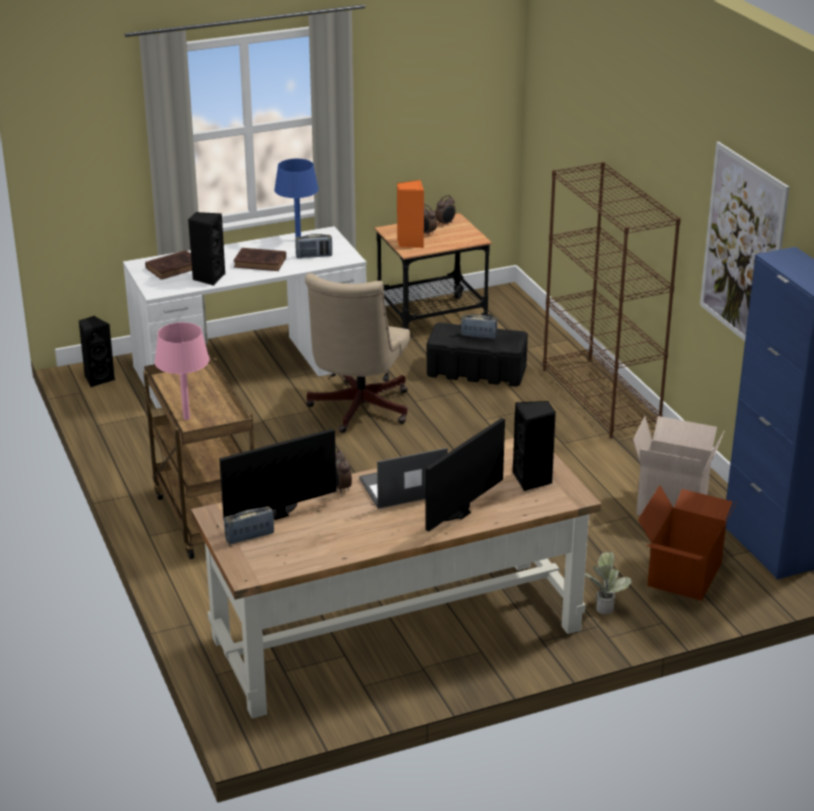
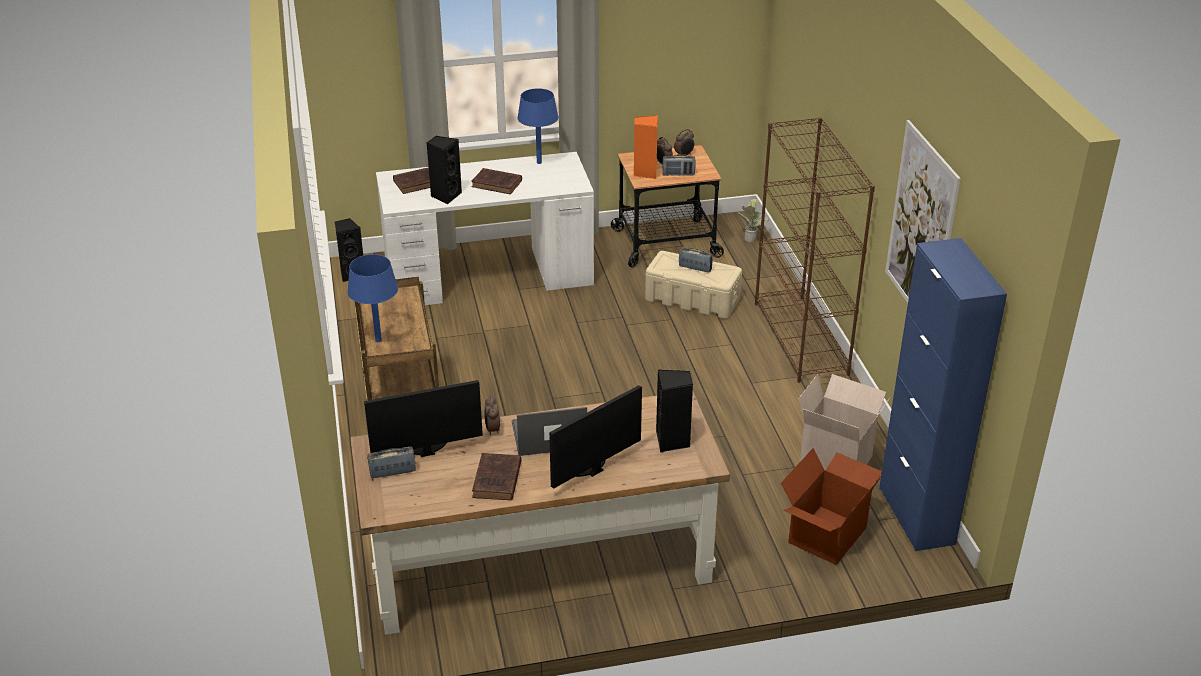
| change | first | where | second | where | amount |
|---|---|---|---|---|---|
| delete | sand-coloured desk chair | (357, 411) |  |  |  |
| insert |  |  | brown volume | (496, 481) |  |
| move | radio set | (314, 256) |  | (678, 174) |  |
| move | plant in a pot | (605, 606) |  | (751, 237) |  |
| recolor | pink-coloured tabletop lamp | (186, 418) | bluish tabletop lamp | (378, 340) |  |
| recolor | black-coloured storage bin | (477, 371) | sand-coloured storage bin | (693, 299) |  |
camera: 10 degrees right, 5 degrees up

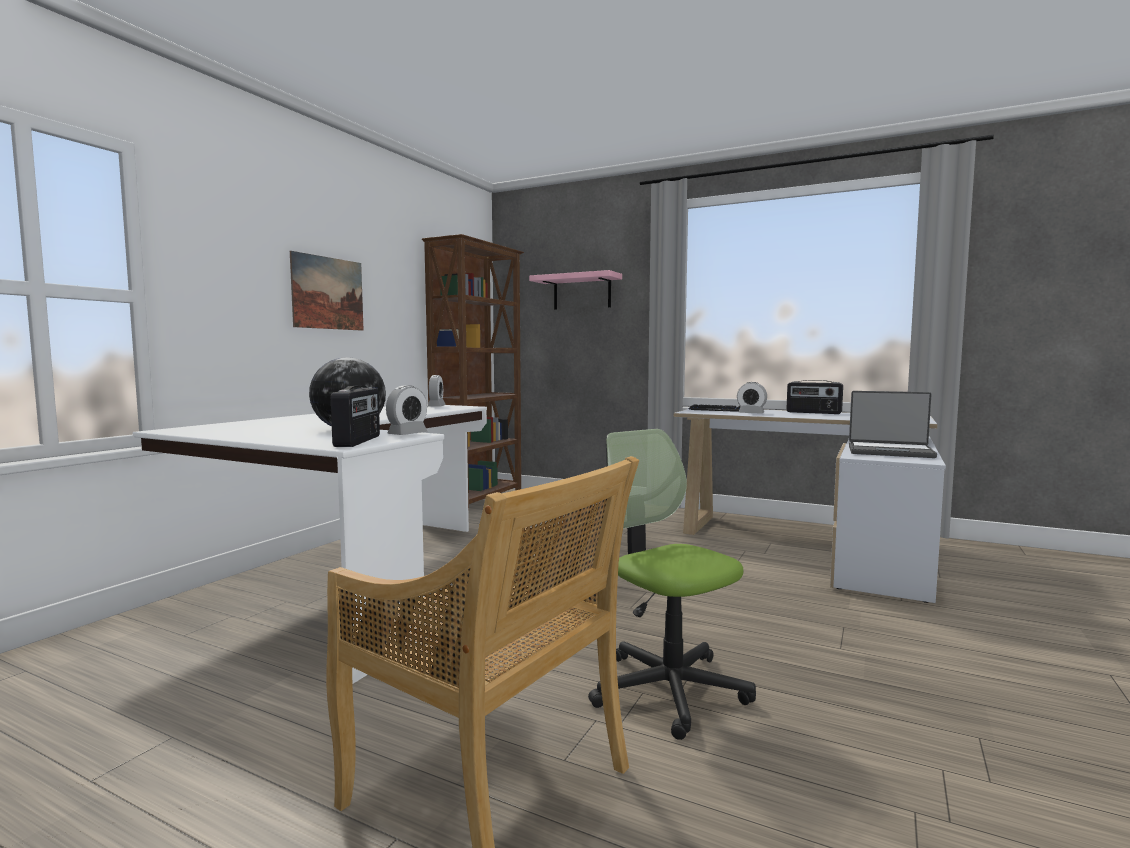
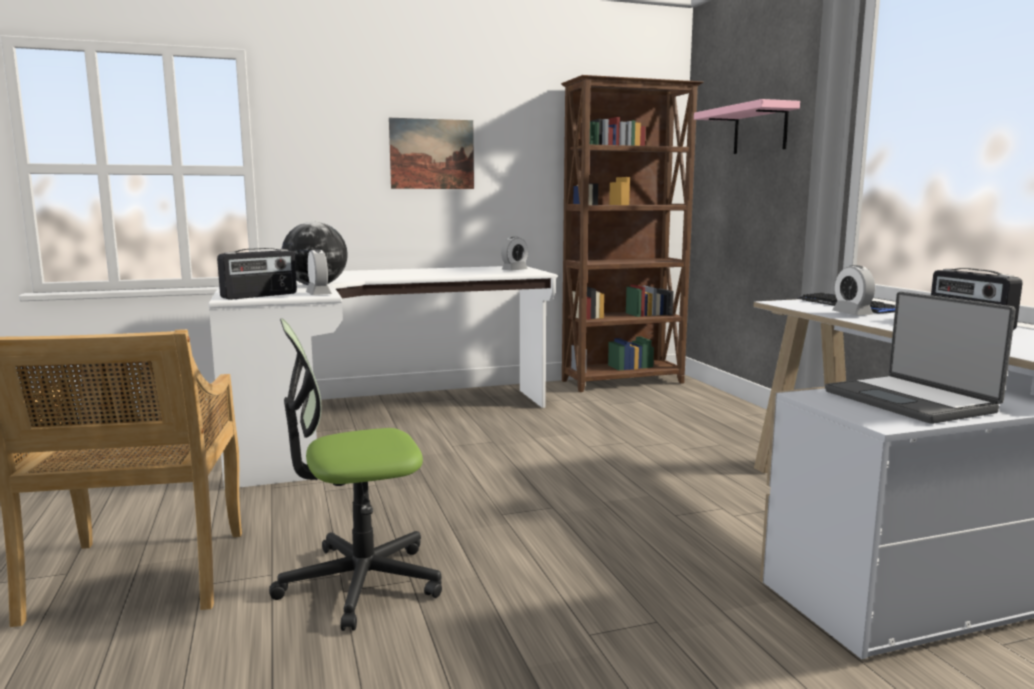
| change | first | where | second | where | amount |
|---|---|---|---|---|---|
| rotate | bedside clock | (407, 434) |  | (318, 294) | 105 degrees counterclockwise |
| rotate | desk chair | (668, 689) |  | (360, 583) | 120 degrees counterclockwise |
camera: 45 degrees right, 5 degrees up

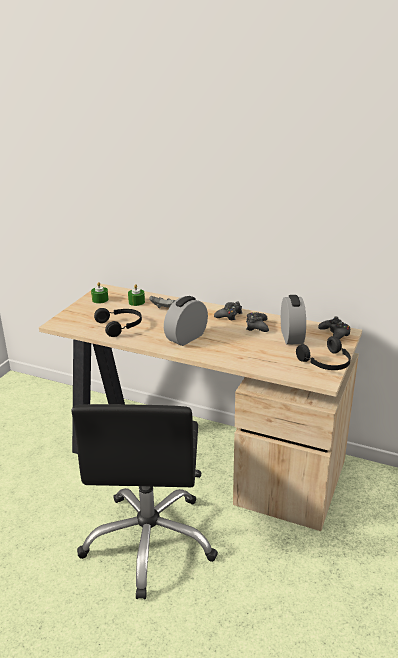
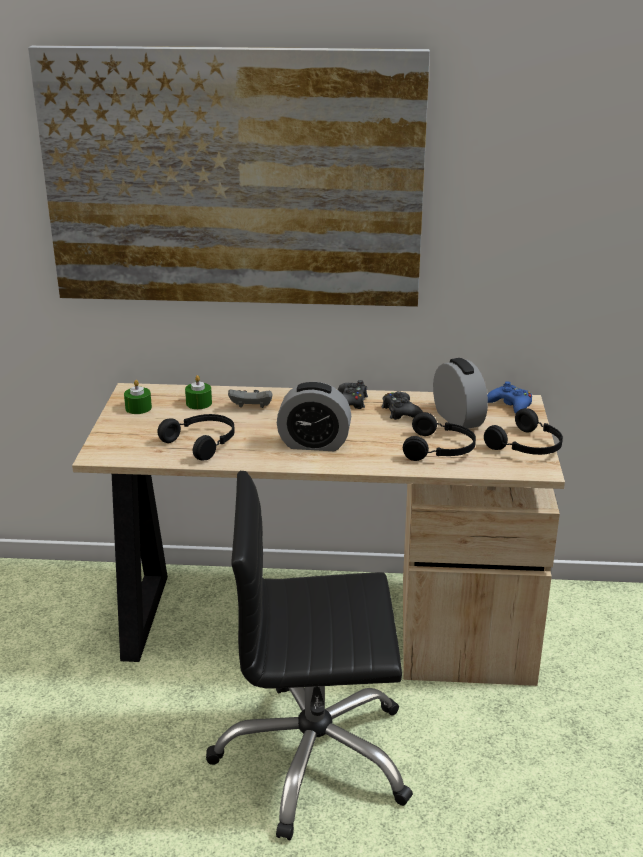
| change | first | where | second | where | amount |
|---|---|---|---|---|---|
| insert |  |  | wall picture | (233, 179) |  |
| insert |  |  | black-coloured headset | (440, 449) |  |
| recolor | black-coloured gamepad | (335, 333) | bluish gamepad | (510, 405) |  |
| rotate | black-coloured desk chair | (150, 540) |  | (314, 757) | 105 degrees clockwise |
| rotate | bedside clock | (186, 338) |  | (314, 444) | 105 degrees counterclockwise |
camera: 20 degrees left, 0 degrees up

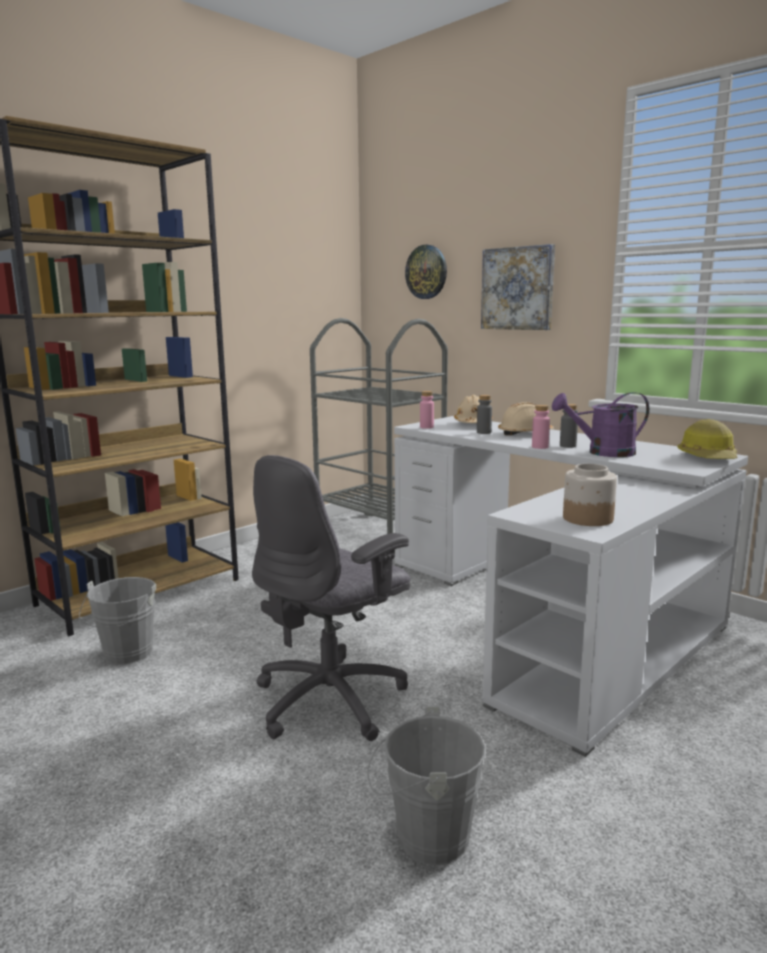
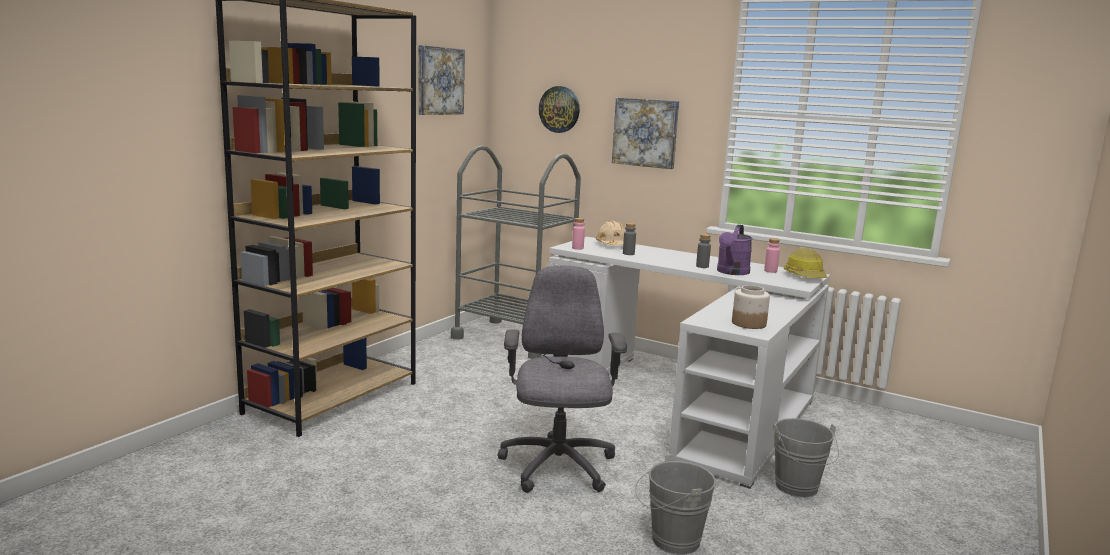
| change | first | where | second | where | amount |
|---|---|---|---|---|---|
| delete | sand-coloured work helmet | (524, 433) |  |  |  |
| insert |  |  | wall picture | (439, 81) |  |
| move | gray bucket | (126, 655) |  | (798, 489) |  |
| move | pink-coloured beverage bottle | (540, 447) |  | (770, 271) |  |
| rotate | gray desk chair | (332, 699) |  | (557, 467) | 150 degrees clockwise |
| rotate | purple-coloured watering pot | (603, 453) |  | (731, 272) | 45 degrees counterclockwise |
camera: 15 degrees left, 0 degrees up

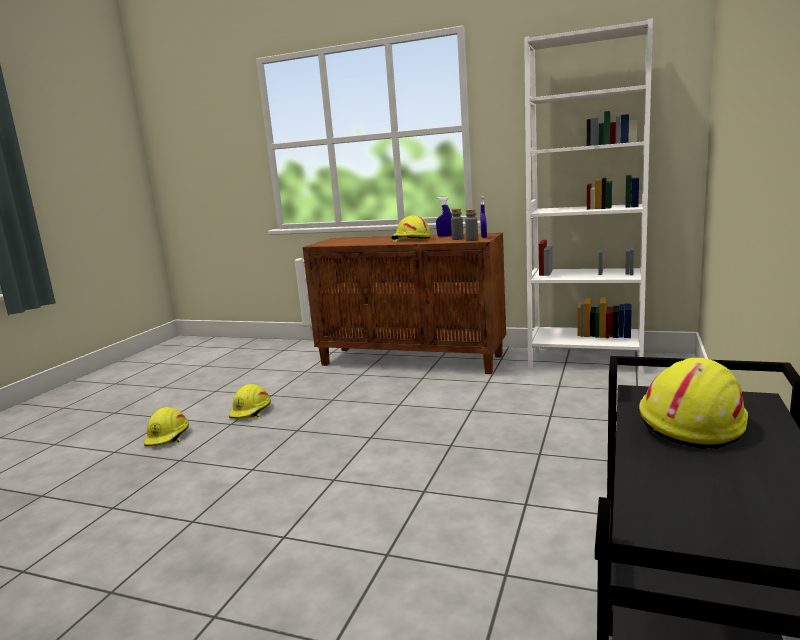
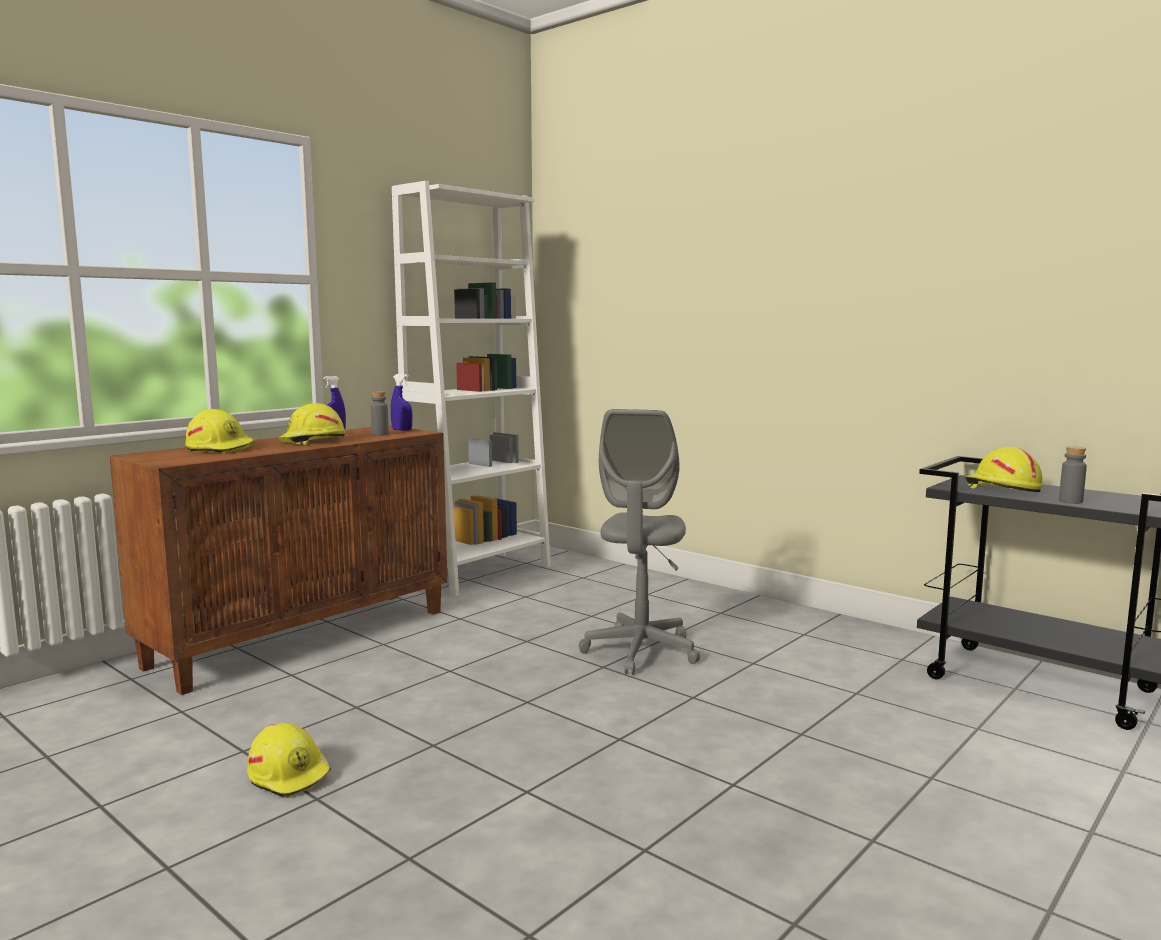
| change | first | where | second | where | amount |
|---|---|---|---|---|---|
| insert |  |  | gray desk chair | (641, 651) |  |
| move | yellow-coloured work helmet | (168, 437) |  | (221, 448) |  |
| move | gray beverage bottle | (472, 240) |  | (1070, 501) |  |
camera: 70 degrees left, 5 degrees down

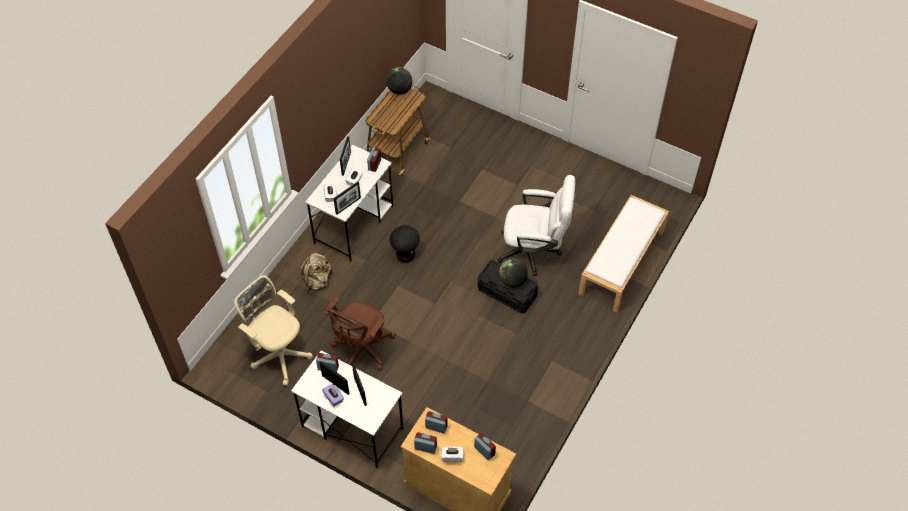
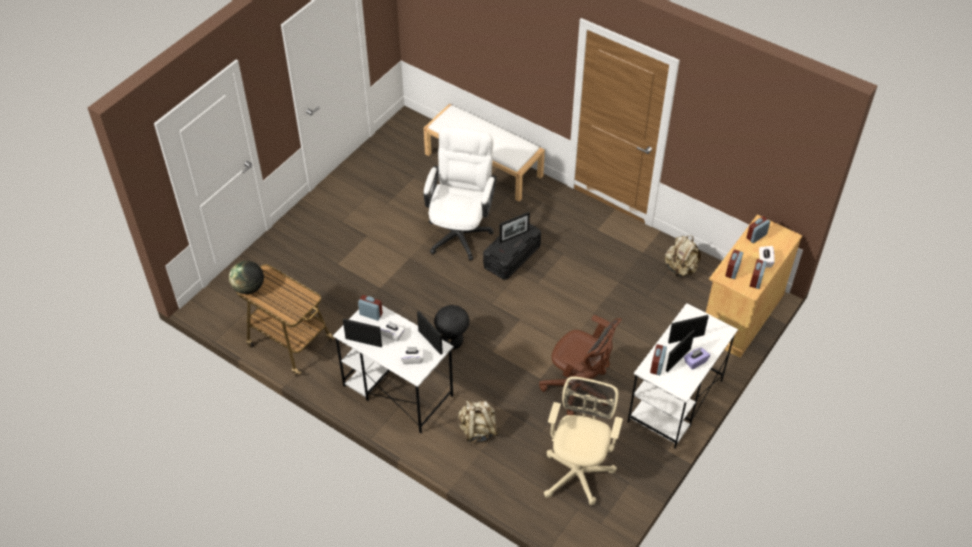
| change | first | where | second | where | amount |
|---|---|---|---|---|---|
| insert |  |  | sand-coloured knapsack | (680, 269) |  |
| replace | world globe | (512, 281) | photo frame | (514, 236) |  |
| rotate | sand-coloured desk chair | (279, 354) |  | (578, 471) | 150 degrees clockwise |
camera: 85 degrees left, 5 degrees down

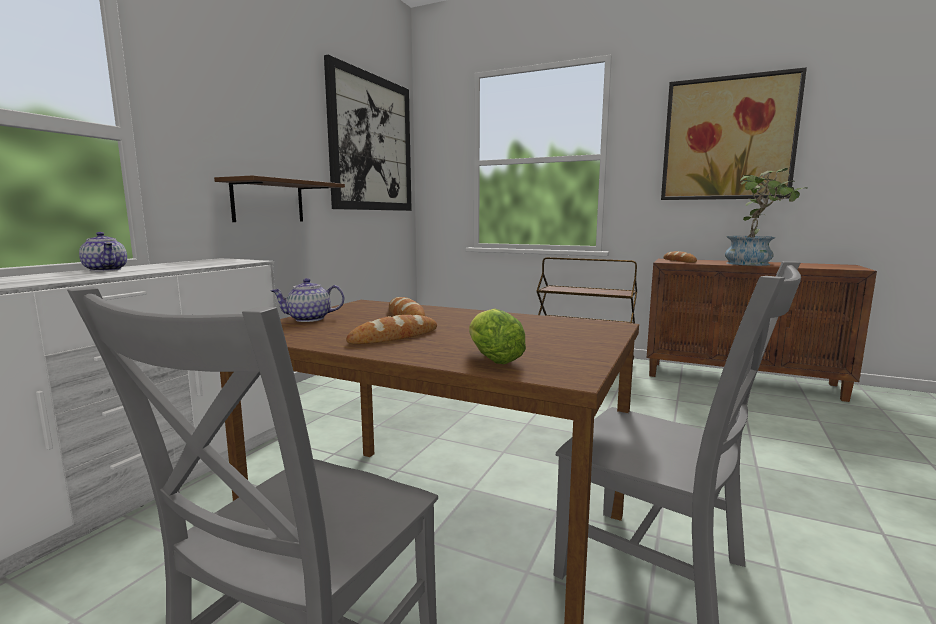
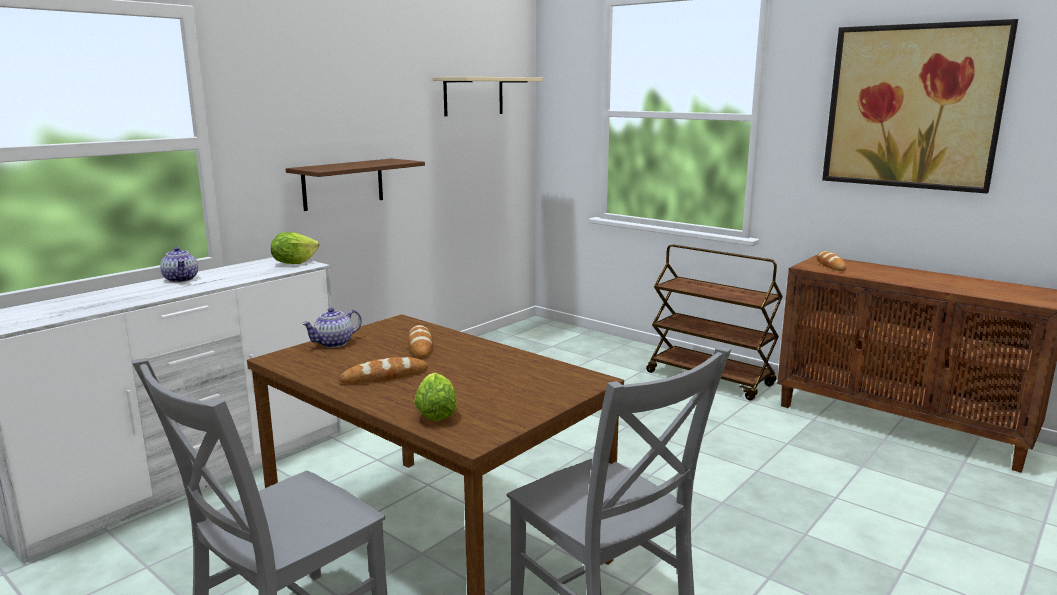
| change | first | where | second | where | amount |
|---|---|---|---|---|---|
| delete | plant in a pot | (755, 264) |  |  |  |
| insert |  |  | lettuce | (294, 263) |  |
| replace | wall picture | (371, 144) | sand-coloured bracket shelf | (473, 96) |  |
| rotate | teapot | (309, 319) |  | (334, 343) | 45 degrees counterclockwise |
camera: 15 degrees right, 5 degrees up

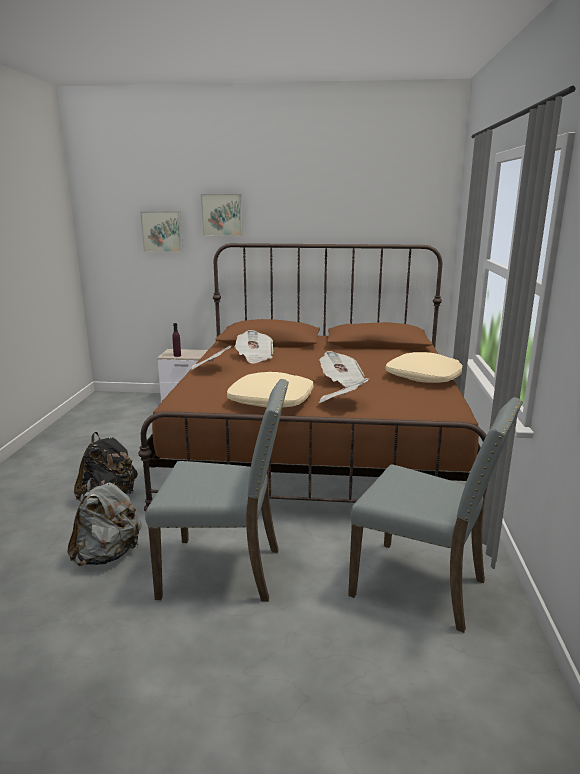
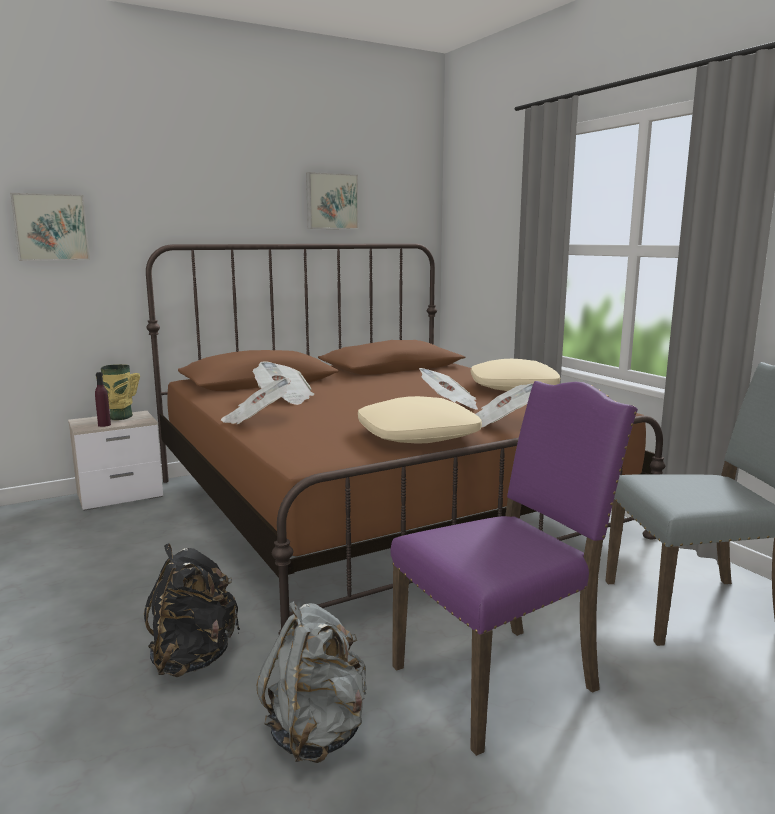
| change | first | where | second | where | amount |
|---|---|---|---|---|---|
| insert |  |  | decorative vase | (120, 417) |  |
| move | wall picture | (222, 215) |  | (331, 201) |  |
| recolor | gray plain chair | (224, 571) | purple-coloured plain chair | (500, 679) |  |
camera: 35 degrees left, 5 degrees down

